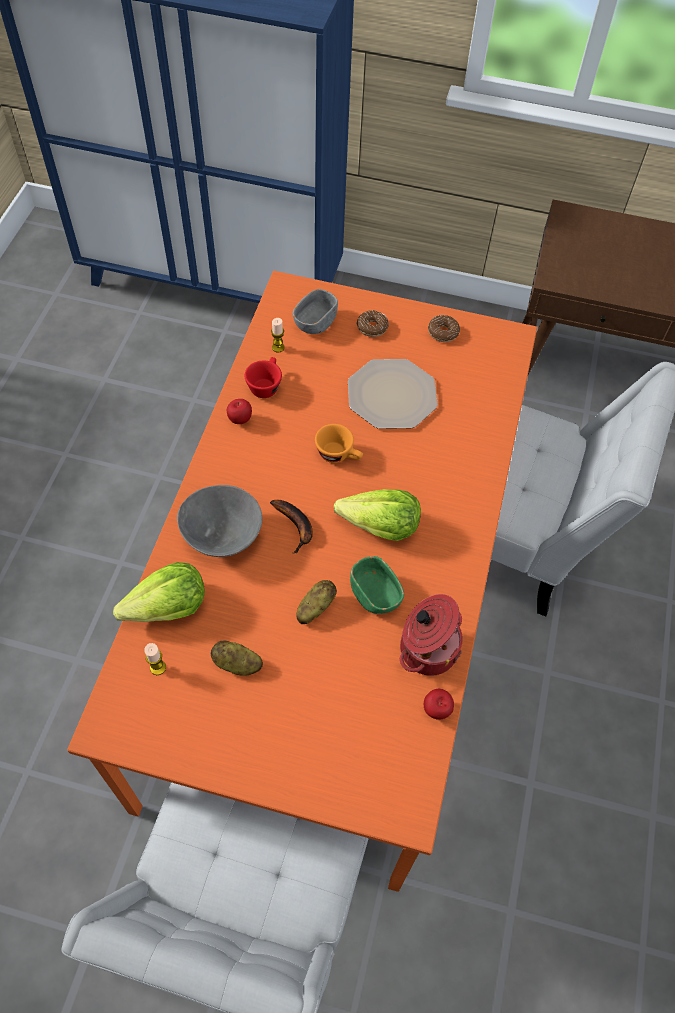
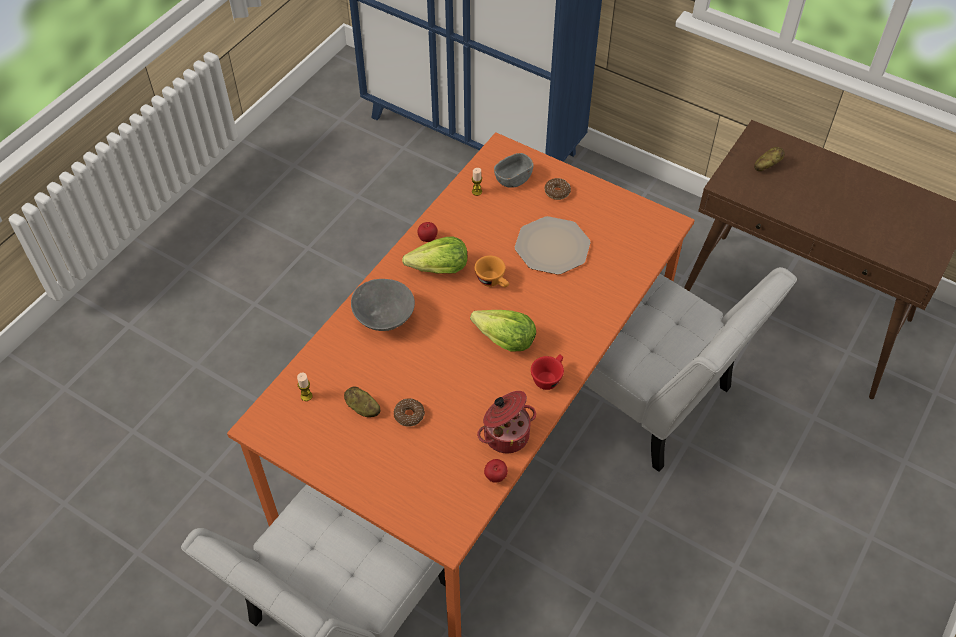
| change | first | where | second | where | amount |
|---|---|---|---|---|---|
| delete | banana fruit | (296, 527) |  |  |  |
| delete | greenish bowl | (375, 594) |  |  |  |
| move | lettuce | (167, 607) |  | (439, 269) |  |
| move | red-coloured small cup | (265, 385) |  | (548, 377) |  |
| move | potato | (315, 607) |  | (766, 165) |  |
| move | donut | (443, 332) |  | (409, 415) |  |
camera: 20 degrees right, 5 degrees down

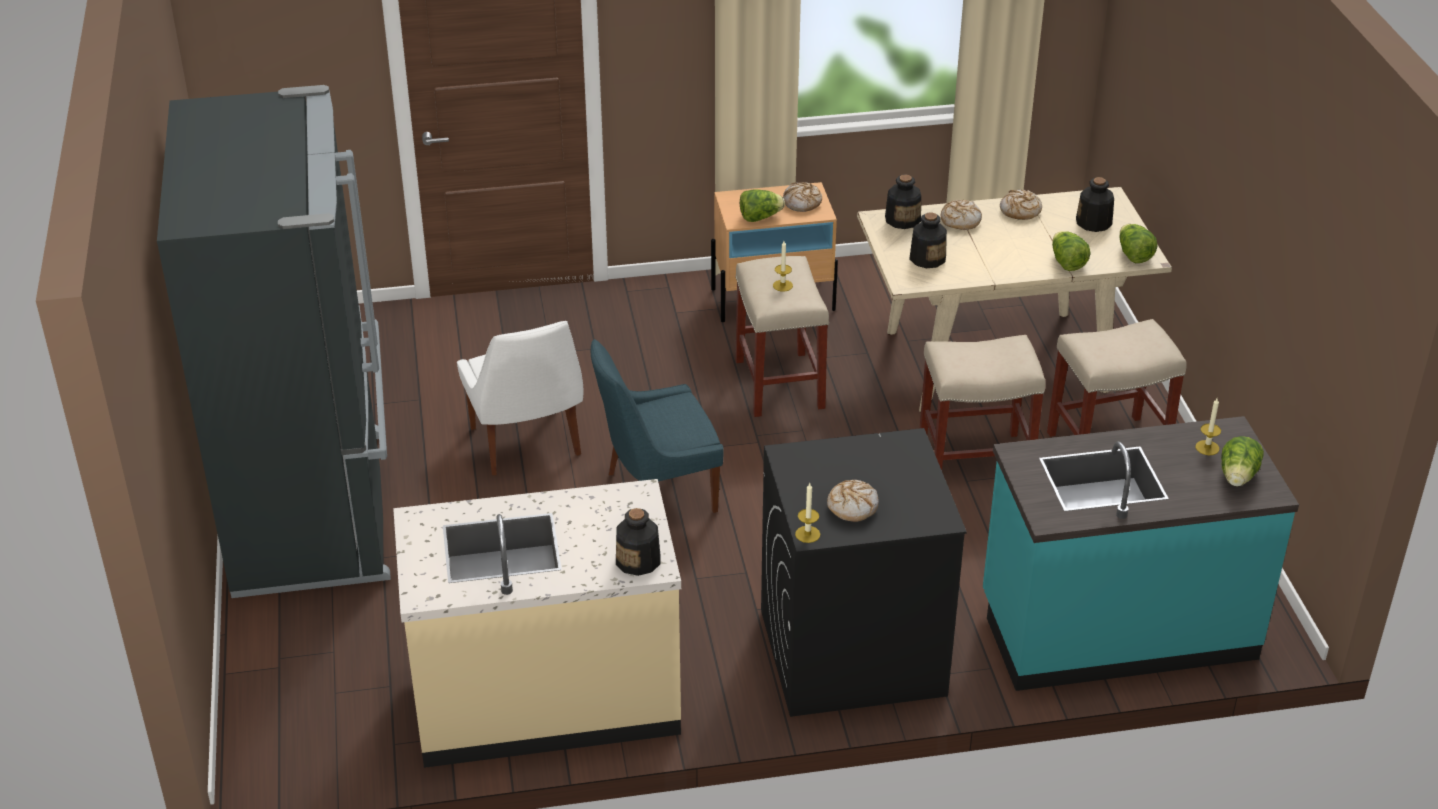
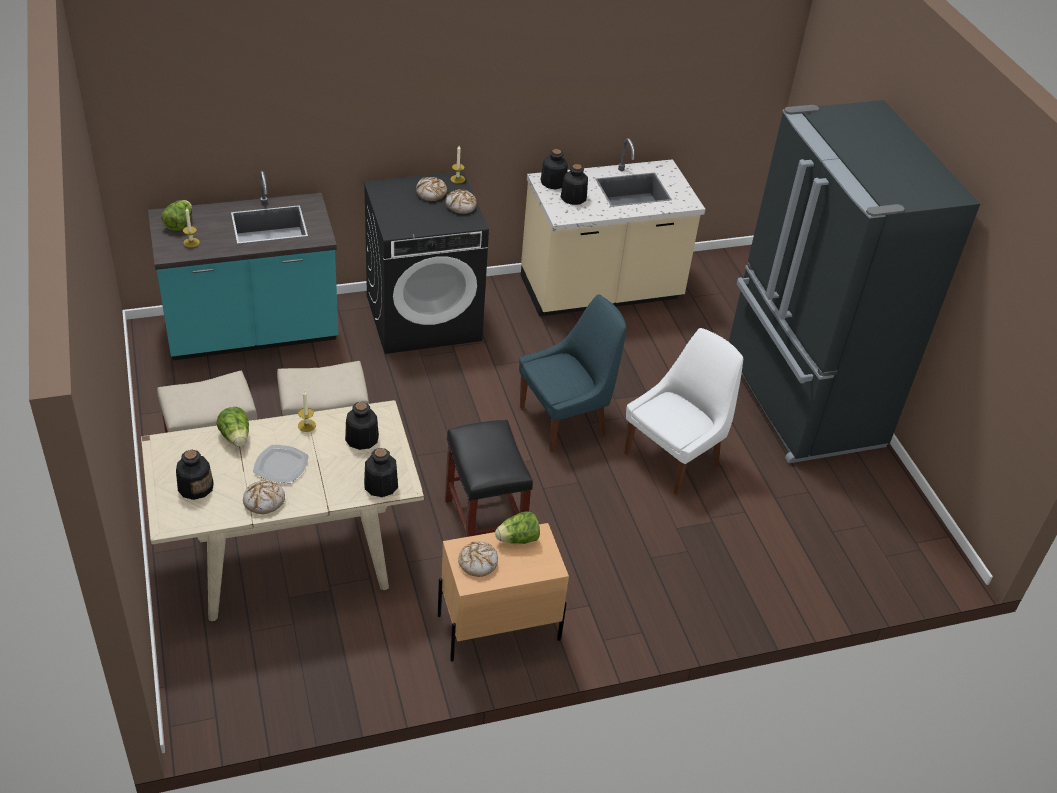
| change | first | where | second | where | amount |
|---|---|---|---|---|---|
| delete | lettuce | (1133, 255) |  |  |  |
| insert |  |  | dinner plate | (280, 465) |  |
| insert |  |  | beverage bottle | (573, 198) |  |
| move | candle | (782, 285) |  | (306, 425) |  |
| move | bread | (960, 220) |  | (461, 206) |  |
| recolor | sand-coloured stool | (778, 383) | black-coloured stool | (485, 524) |  |
| rotate | whitish plain chair | (526, 444) |  | (674, 458) | 75 degrees clockwise |
camera: 170 degrees right, 5 degrees up

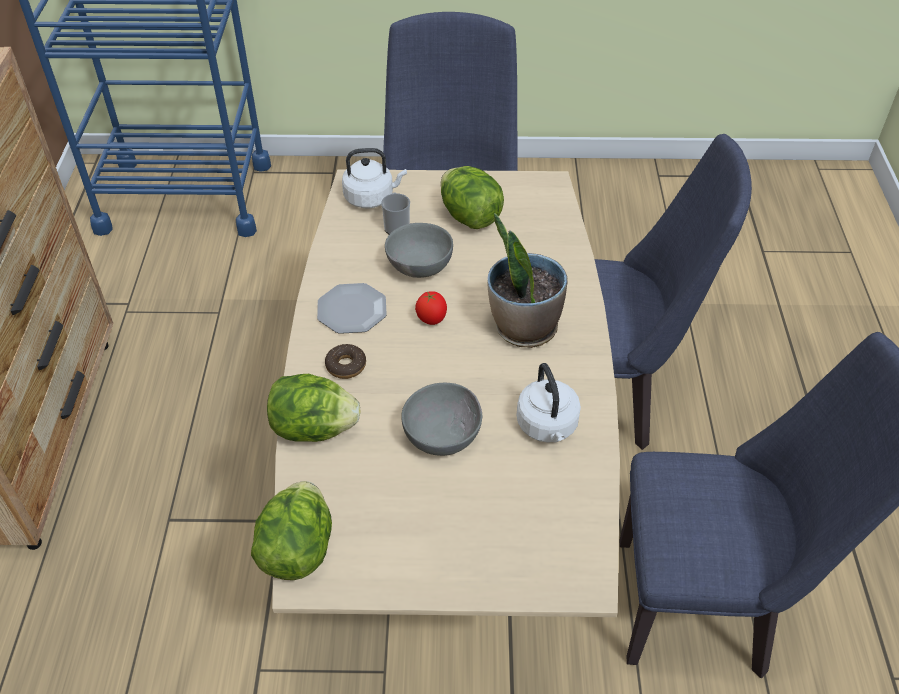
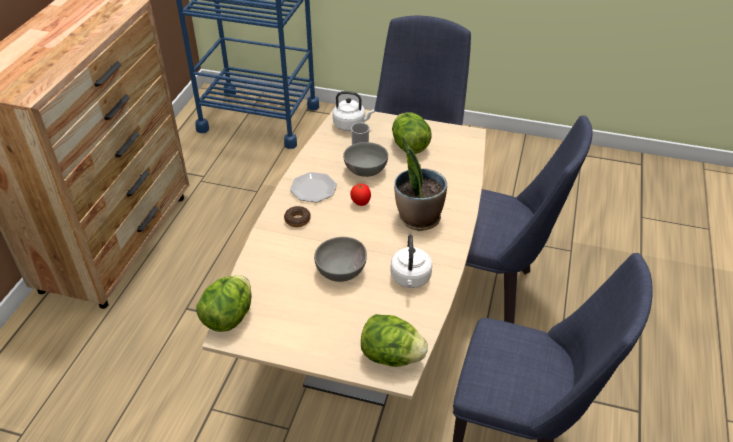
| change | first | where | second | where | amount |
|---|---|---|---|---|---|
| move | lettuce | (313, 428) |  | (391, 356) |  |
camera: 15 degrees right, 5 degrees down

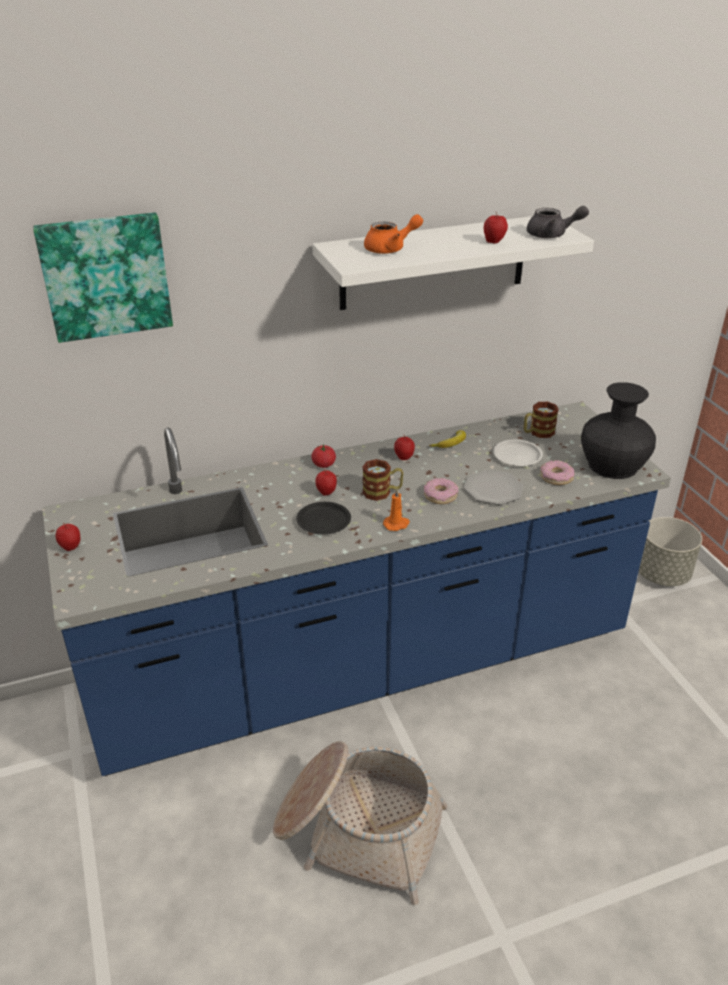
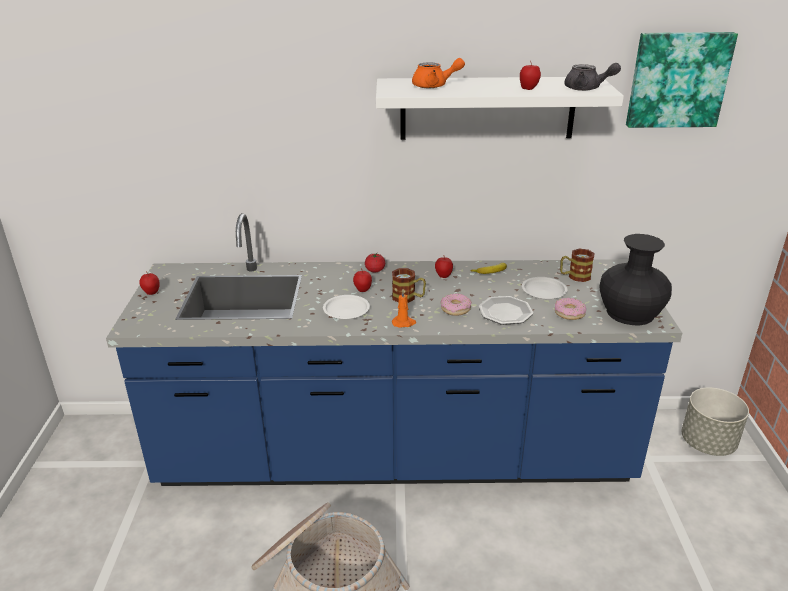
| change | first | where | second | where | amount |
|---|---|---|---|---|---|
| move | wall picture | (105, 276) |  | (677, 80) |  |
| recolor | black-coloured dinner plate | (323, 522) | whitish dinner plate | (346, 310) |  |
camera: 20 degrees right, 5 degrees down

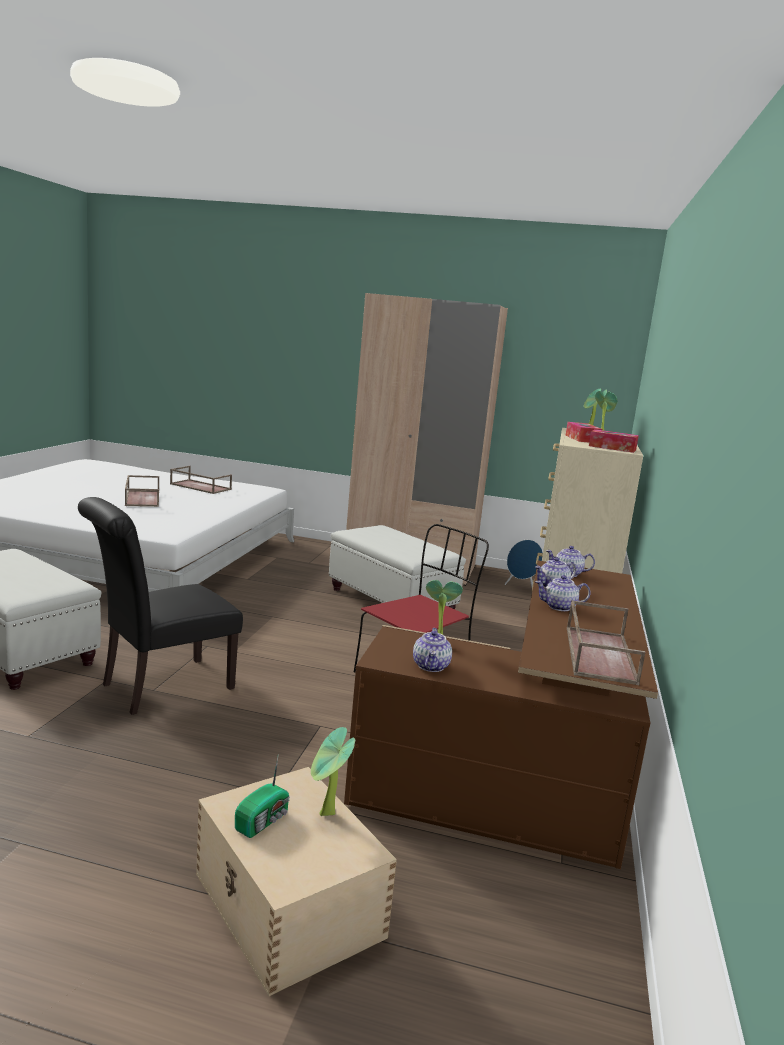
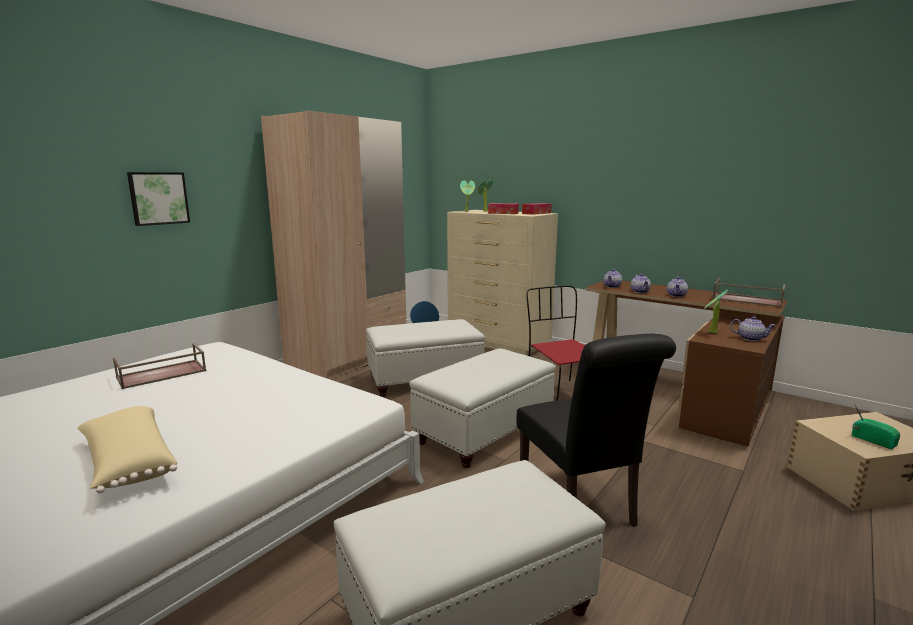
| change | first | where | second | where | amount |
|---|---|---|---|---|---|
| delete | brown tray | (141, 498) |  |  |  |
| delete | plant in a pot | (326, 815) |  |  |  |
| insert |  |  | sand-coloured pillow | (128, 463) |  |
| insert |  |  | wall picture | (158, 198) |  |
| insert |  |  | whitish ottoman | (485, 432) |  |
camera: 65 degrees left, 0 degrees up

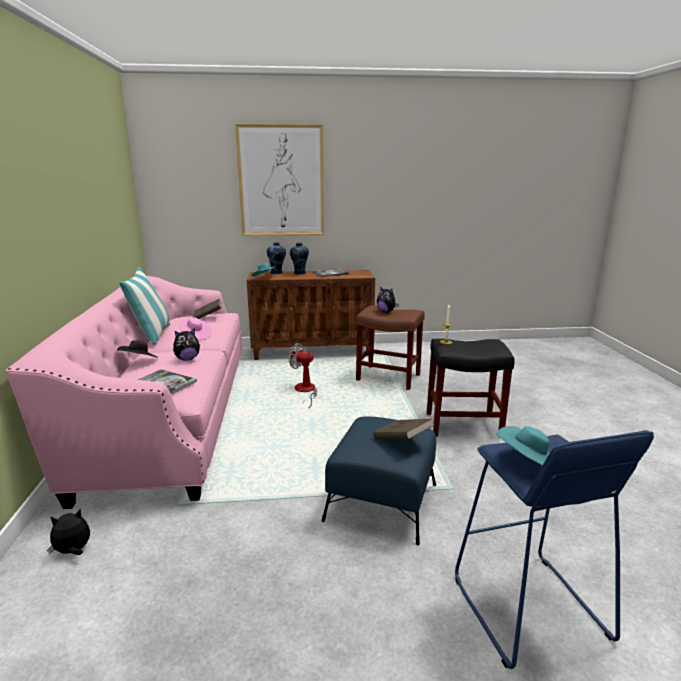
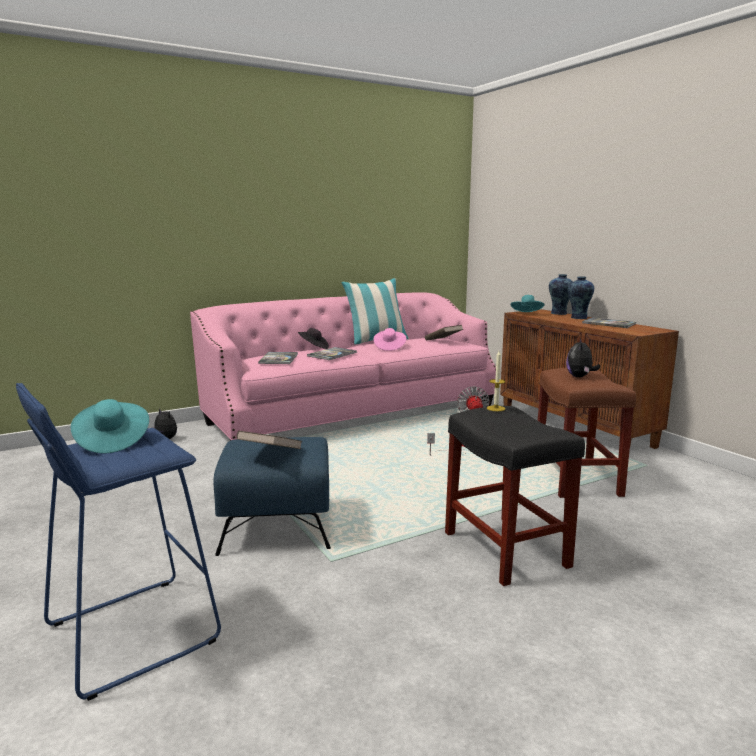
| change | first | where | second | where | amount |
|---|---|---|---|---|---|
| delete | wall picture | (281, 181) |  |  |  |
| replace | cuddly toy | (187, 359) | volume | (332, 354) |  |
camera: 65 degrees right, 5 degrees down

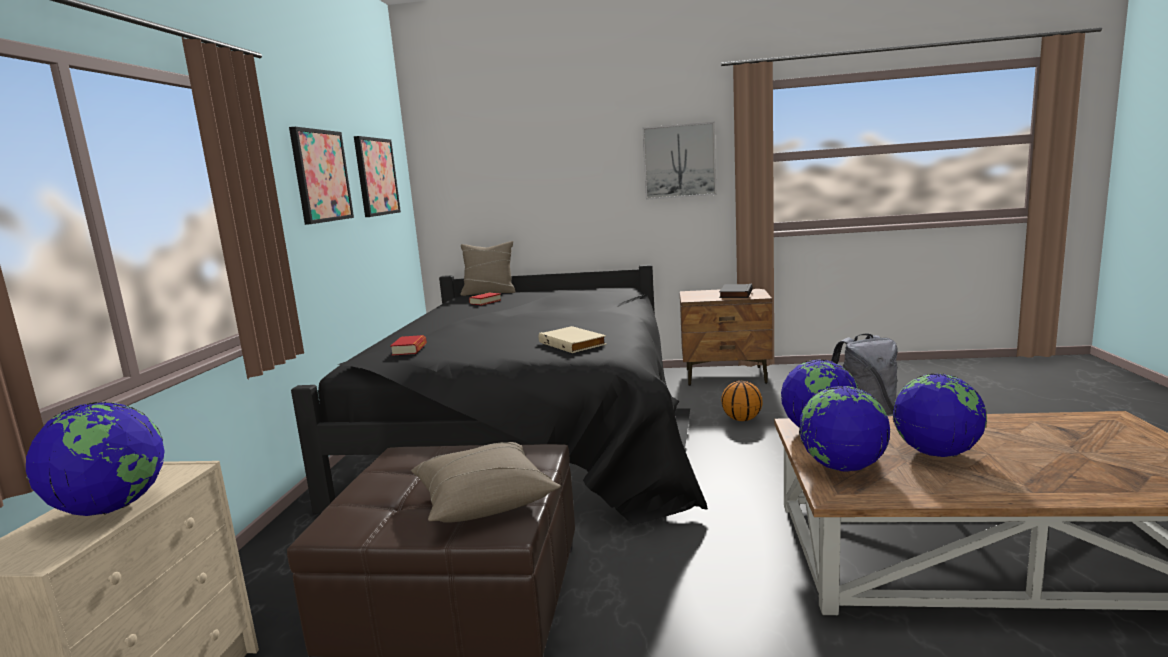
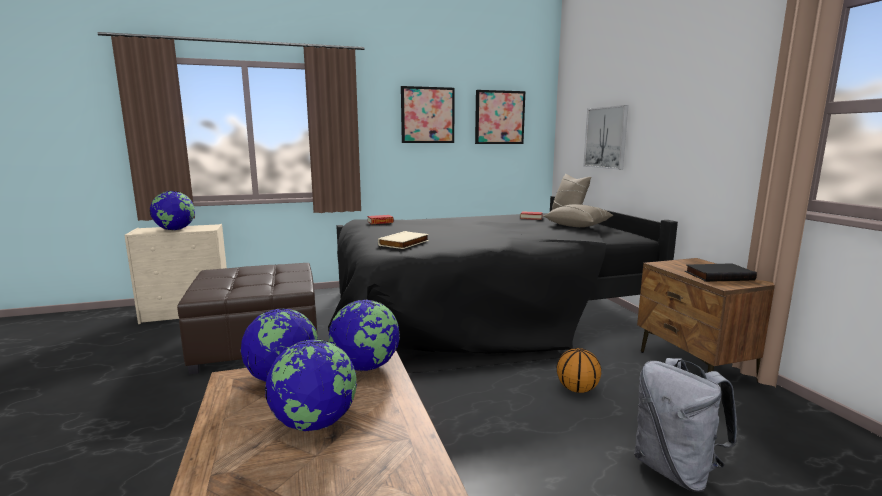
| change | first | where | second | where | amount |
|---|---|---|---|---|---|
| move | sand-coloured pillow | (483, 500) |  | (577, 225) |  |
| move | wall picture | (679, 161) |  | (606, 137) |  |
camera: 65 degrees right, 0 degrees up

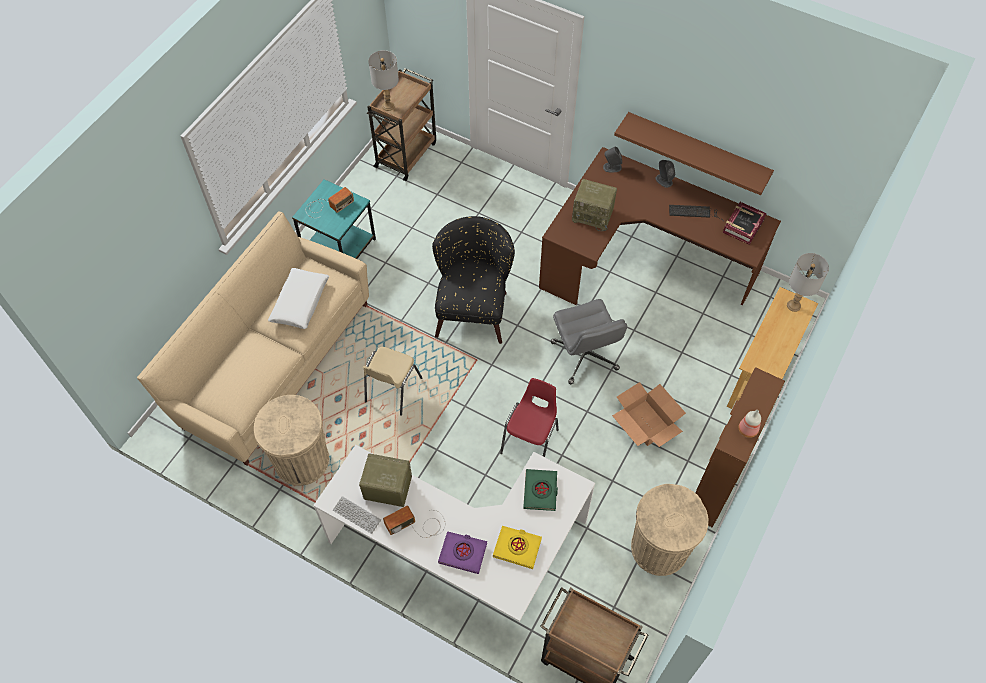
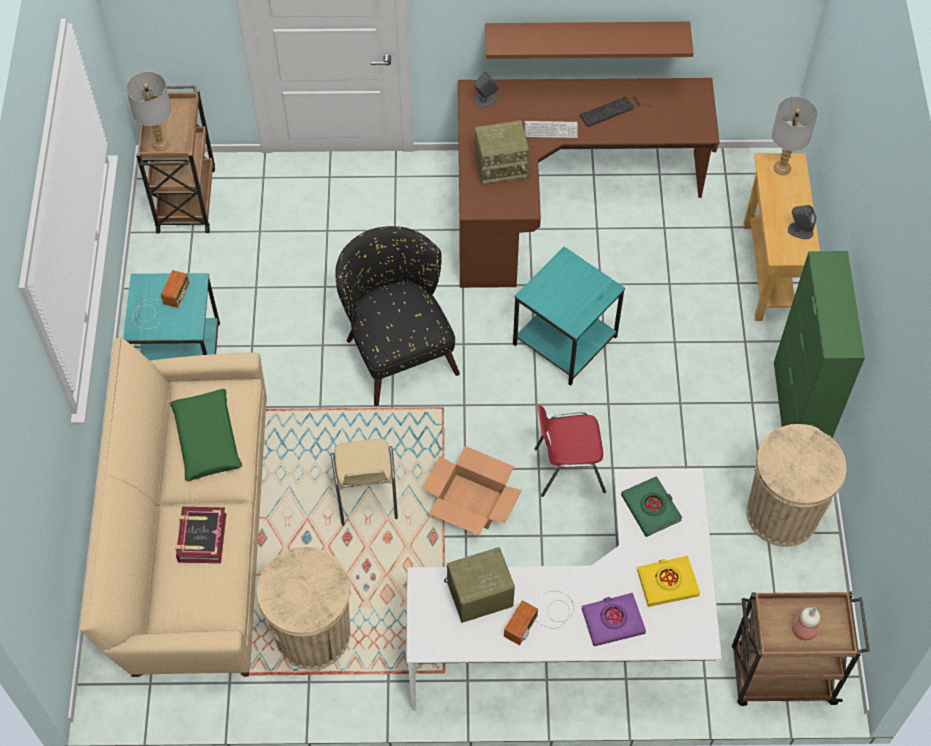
| change | first | where | second | where | amount |
|---|---|---|---|---|---|
| move | keyboard | (357, 515) |  | (551, 130) |  |
| move | carton | (646, 423) |  | (471, 501) |  |
| move | gray audio speaker | (663, 180) |  | (800, 230) |  |
| move | volume | (743, 225) |  | (201, 538) |  |
| move | beverage bottle | (747, 429) |  | (803, 629) |  |
| replace | gray desk chair | (585, 356) | blue-green end table | (565, 341) |  |
| recolor | whitish pillow | (300, 302) | greenish pillow | (207, 440) |  |
| recolor | brown cabinet | (716, 483) | greenish cabinet | (797, 411) |  |
| rotate | red-coloured plain chair | (531, 440) |  | (567, 469) | 90 degrees counterclockwise |
camera: 30 degrees left, 0 degrees up

